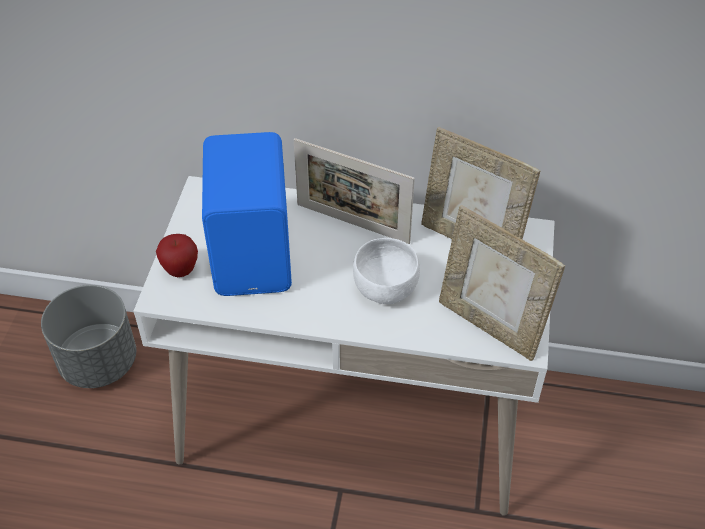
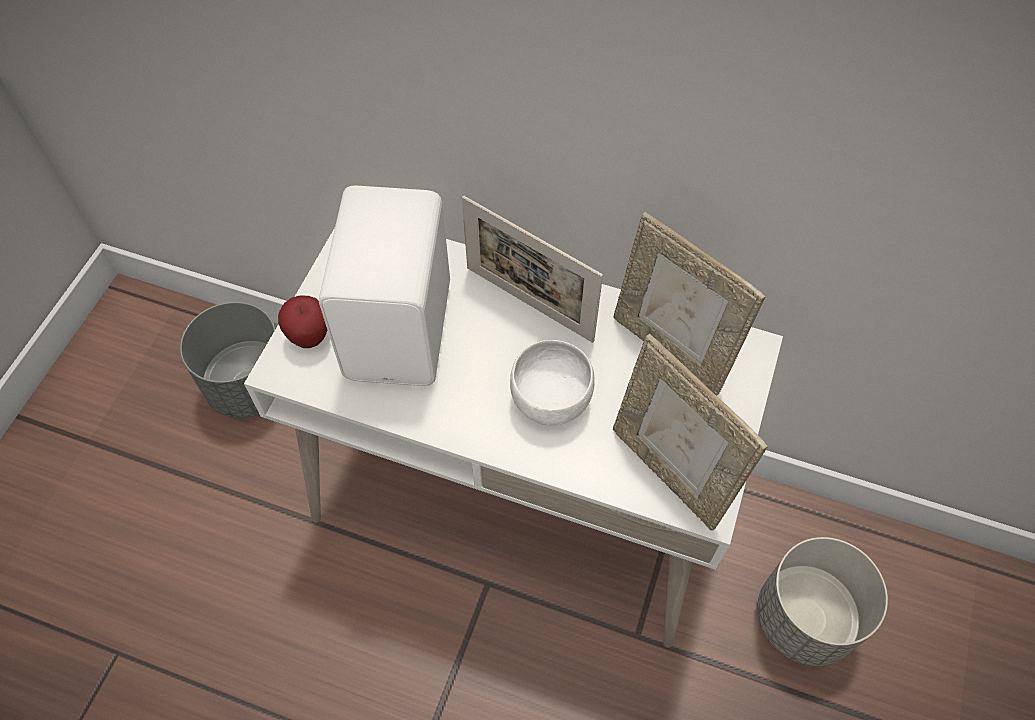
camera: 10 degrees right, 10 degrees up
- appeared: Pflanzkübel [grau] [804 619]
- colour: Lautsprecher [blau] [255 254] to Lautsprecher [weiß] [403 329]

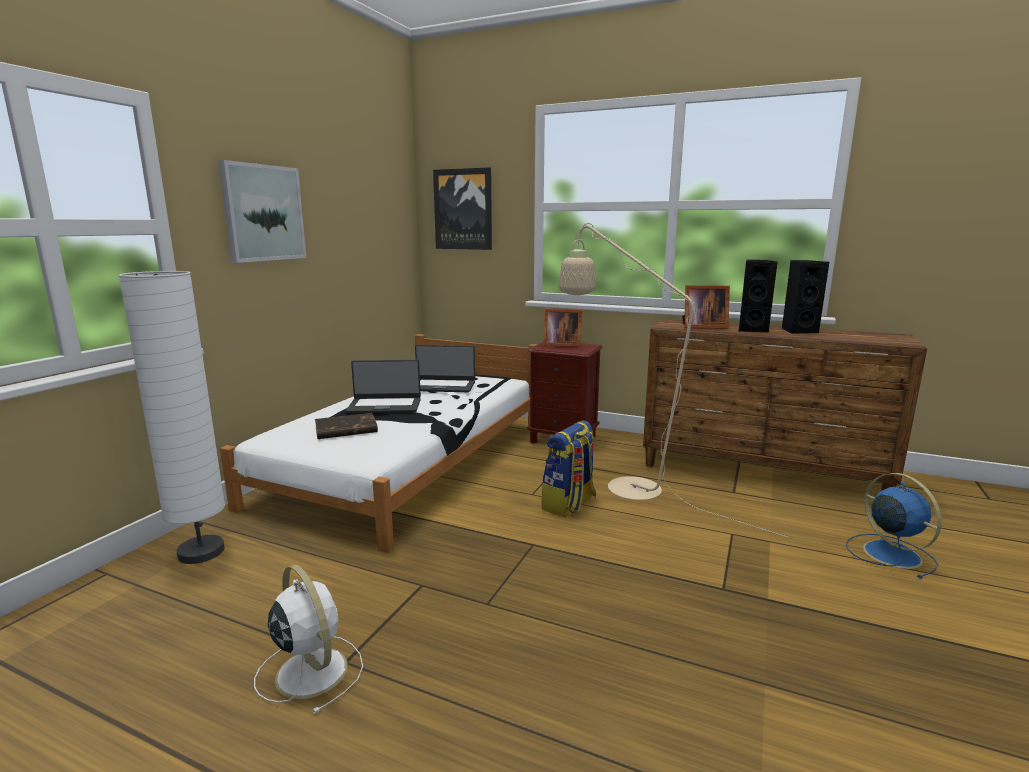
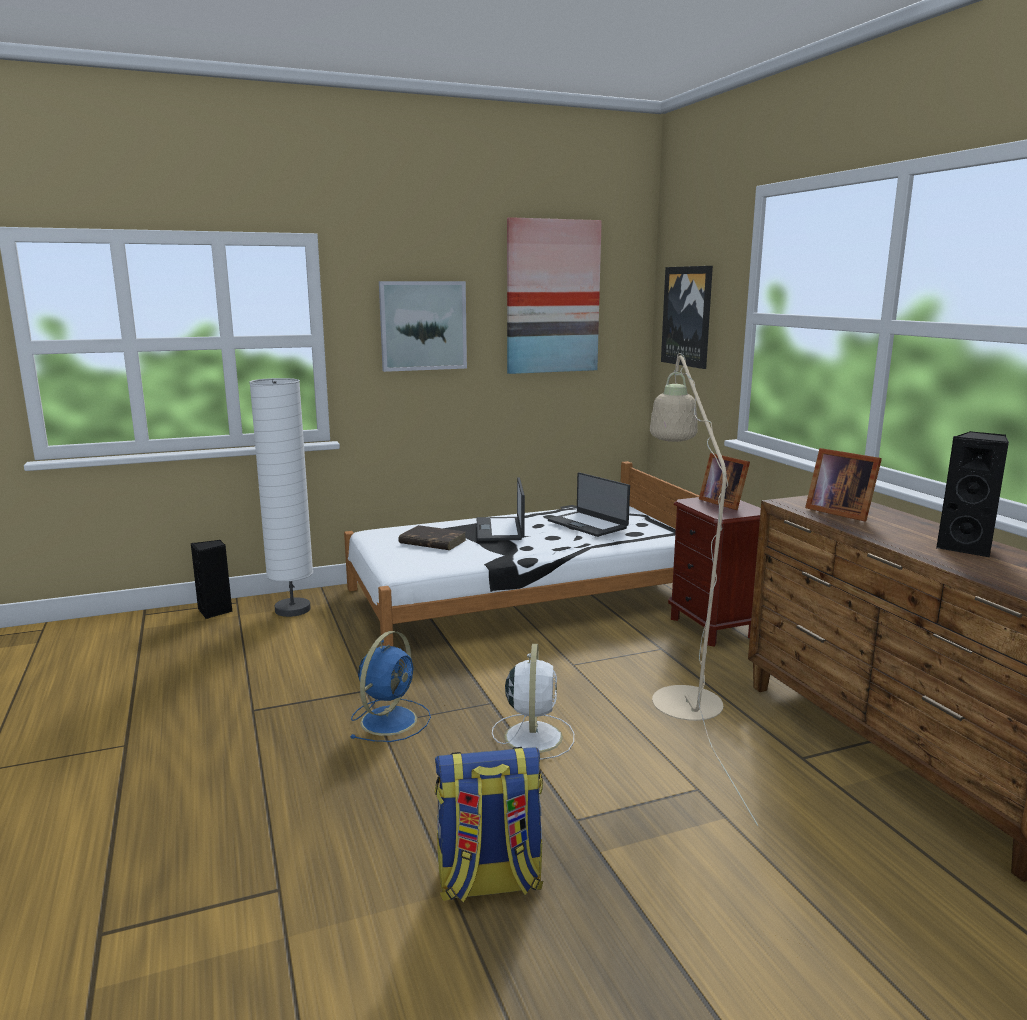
camera: 45 degrees right, 0 degrees up
- appeared: Bild [552 297]
- relocated: Ventilator [weiß] [310 670] to [533 735]
- relocated: Rucksack [569 504] to [488 882]
- relocated: Lautsprecher [schwarz] [751 329] to [215 611]
- relocated: Ventilator [blau] [889 553] to [390 719]
- spun: Laptop [384 406] = [500 529] 45 degrees clockwise

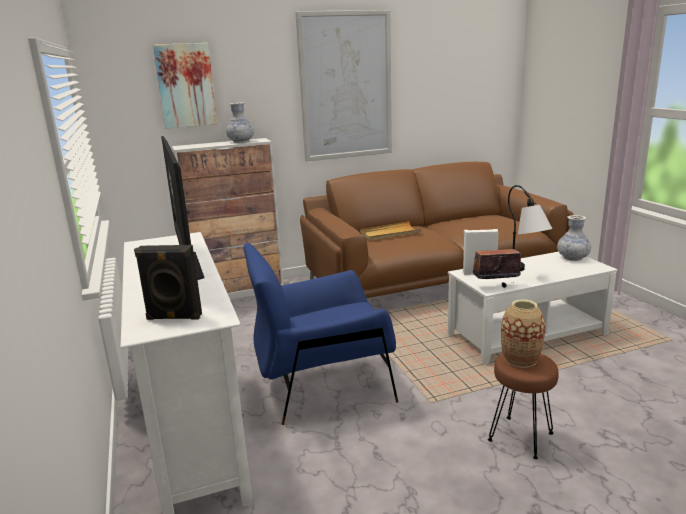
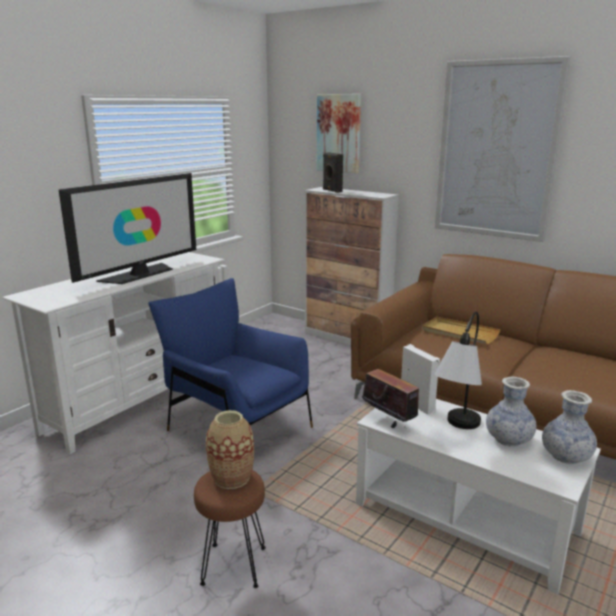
camera: 55 degrees right, 0 degrees up
- relocated: Lautsprecher [schwarz] [174 317] to [331 191]
- relocated: Vase [241 141] to [508 439]

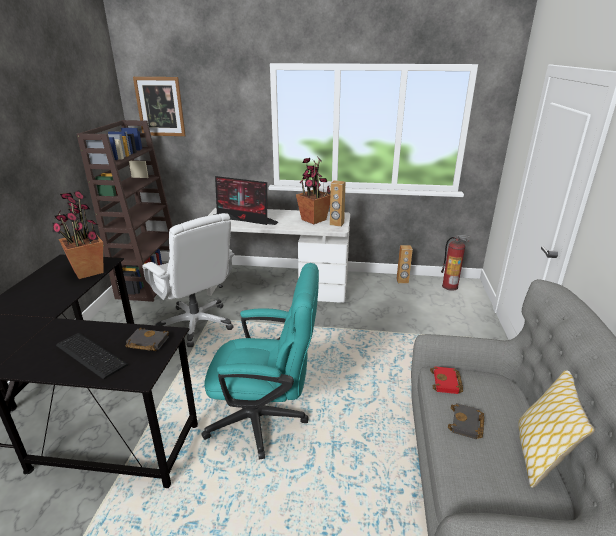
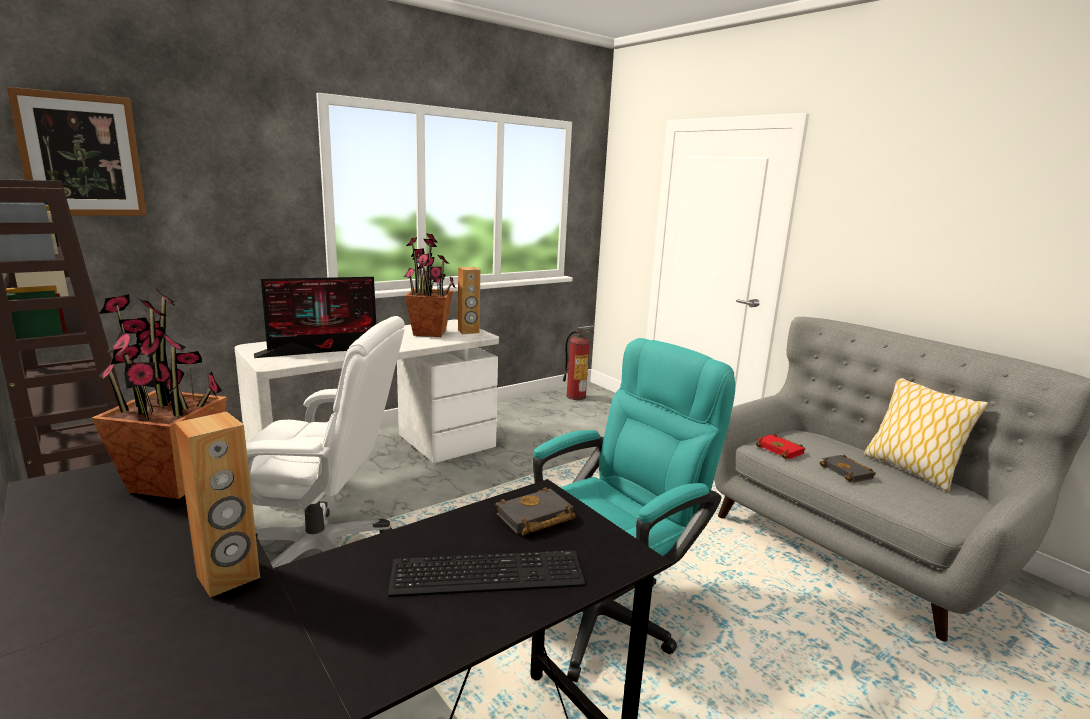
camera: 45 degrees left, 10 degrees down
- relocated: Lautsprecher [braun] [402 281] to [228 577]

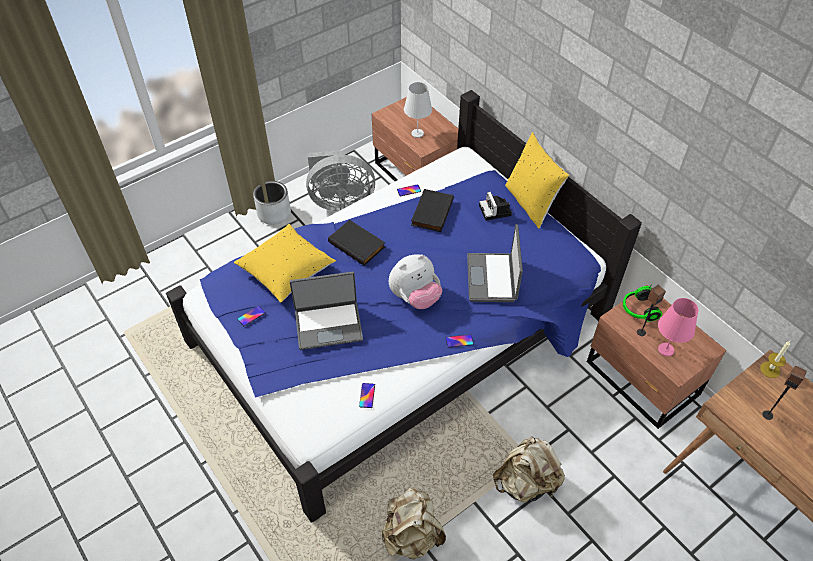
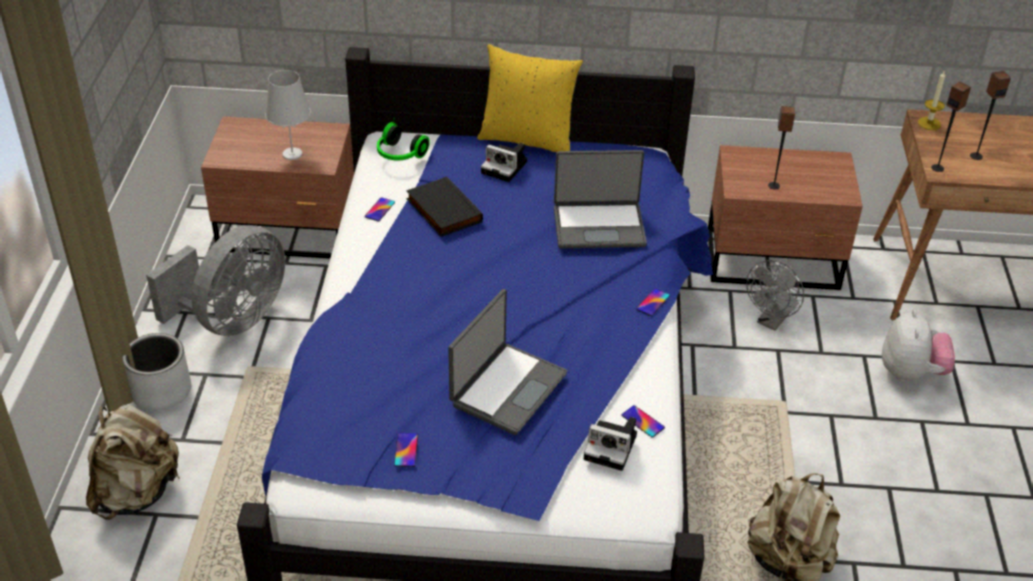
camera: 50 degrees left, 10 degrees down
- missing: Kissen [gelb] [286 272]
- missing: Buch [schwarz] [358 244]
- missing: Tischlampe [rosa] [666 349]
- appeared: Kamera [612 447]
- appeared: Ventilator [grau] [771 321]
- appeared: Lautsprecher [937 168]
- relocated: Plüschtier [415 297] to [910 373]
- relocated: Rucksack [beige] [526 483] to [136 492]
- relocated: Kopfhörer [638 309] to [399 155]
- spun: Laptop [493 278] = [599 226] 45 degrees counterclockwise

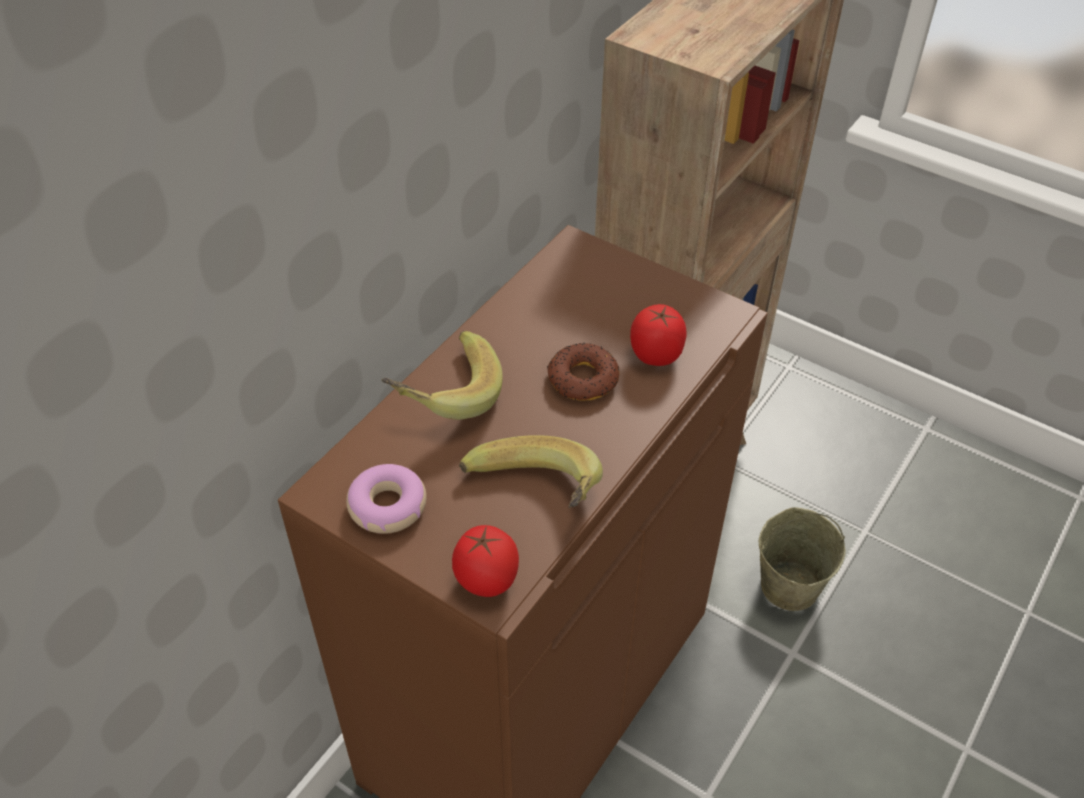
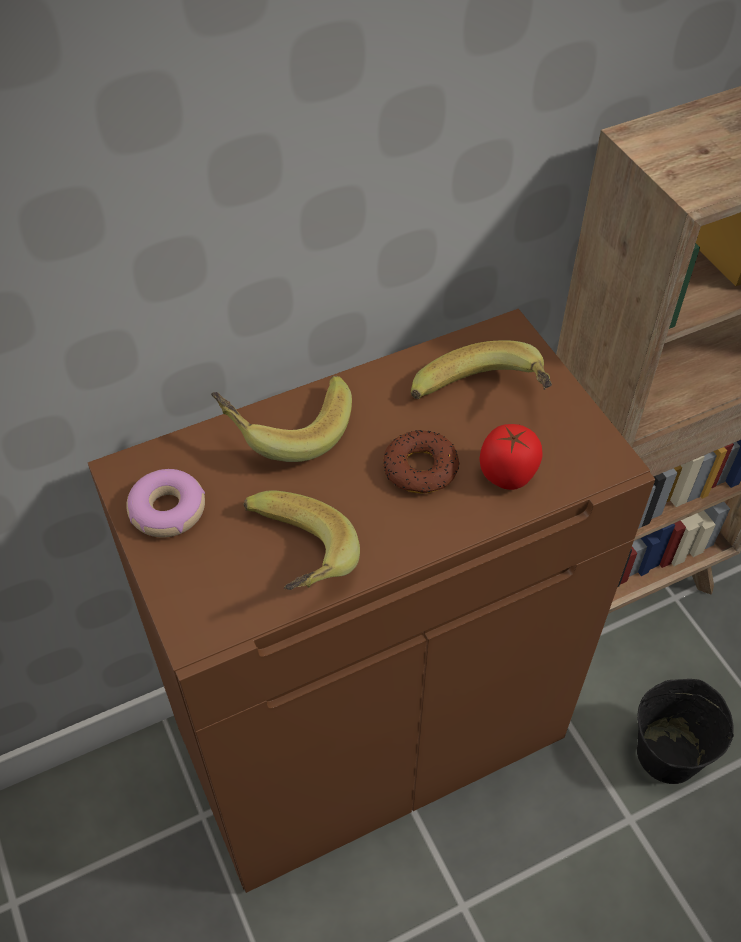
camera: 30 degrees right, 5 degrees up
- missing: Tomate [486 581]
- appeared: Banane [483 402]
- colour: Eimer [beige] [789 585] to Eimer [schwarz] [668 752]

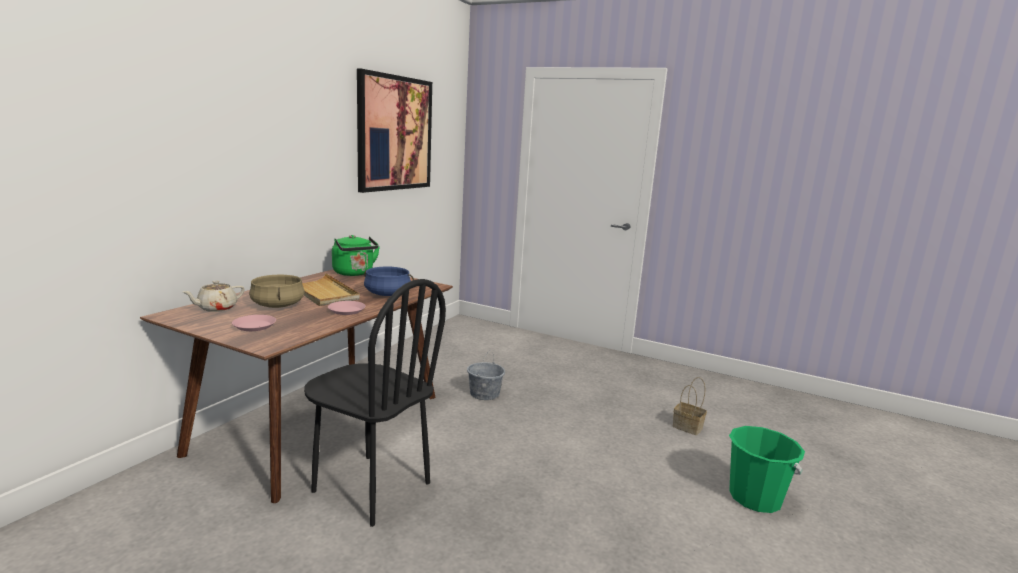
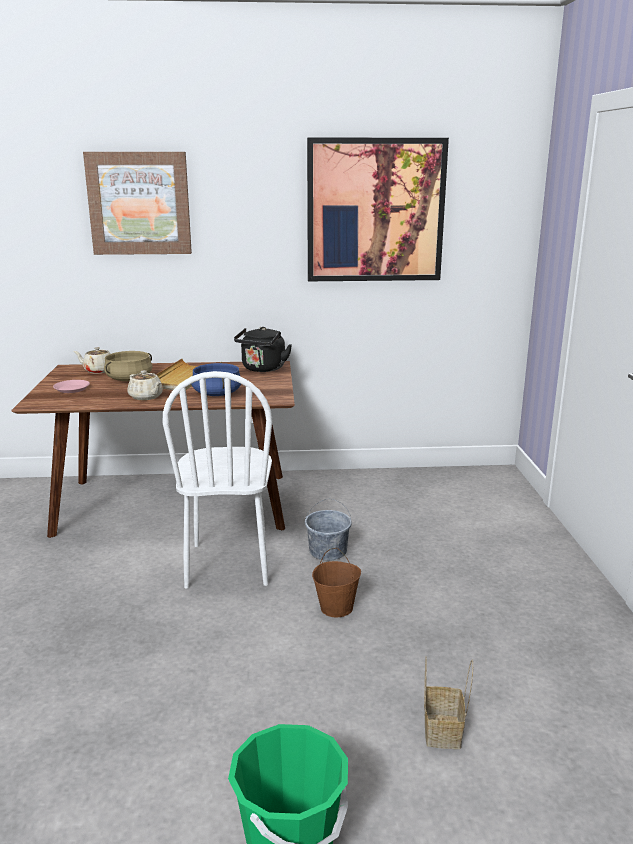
camera: 60 degrees right, 5 degrees up
- missing: Stuhl [schwarz] [371 488]
- appeared: Bild [139 203]
- appeared: Stuhl [weiß] [228 564]
- appeared: Eimer [braun] [336 608]
- exchanged: Teller [rosa] [346 310] to Teekanne [beige] [146 397]
- colour: Wasserkessel [grün] [354 273] to Wasserkessel [schwarz] [262 369]

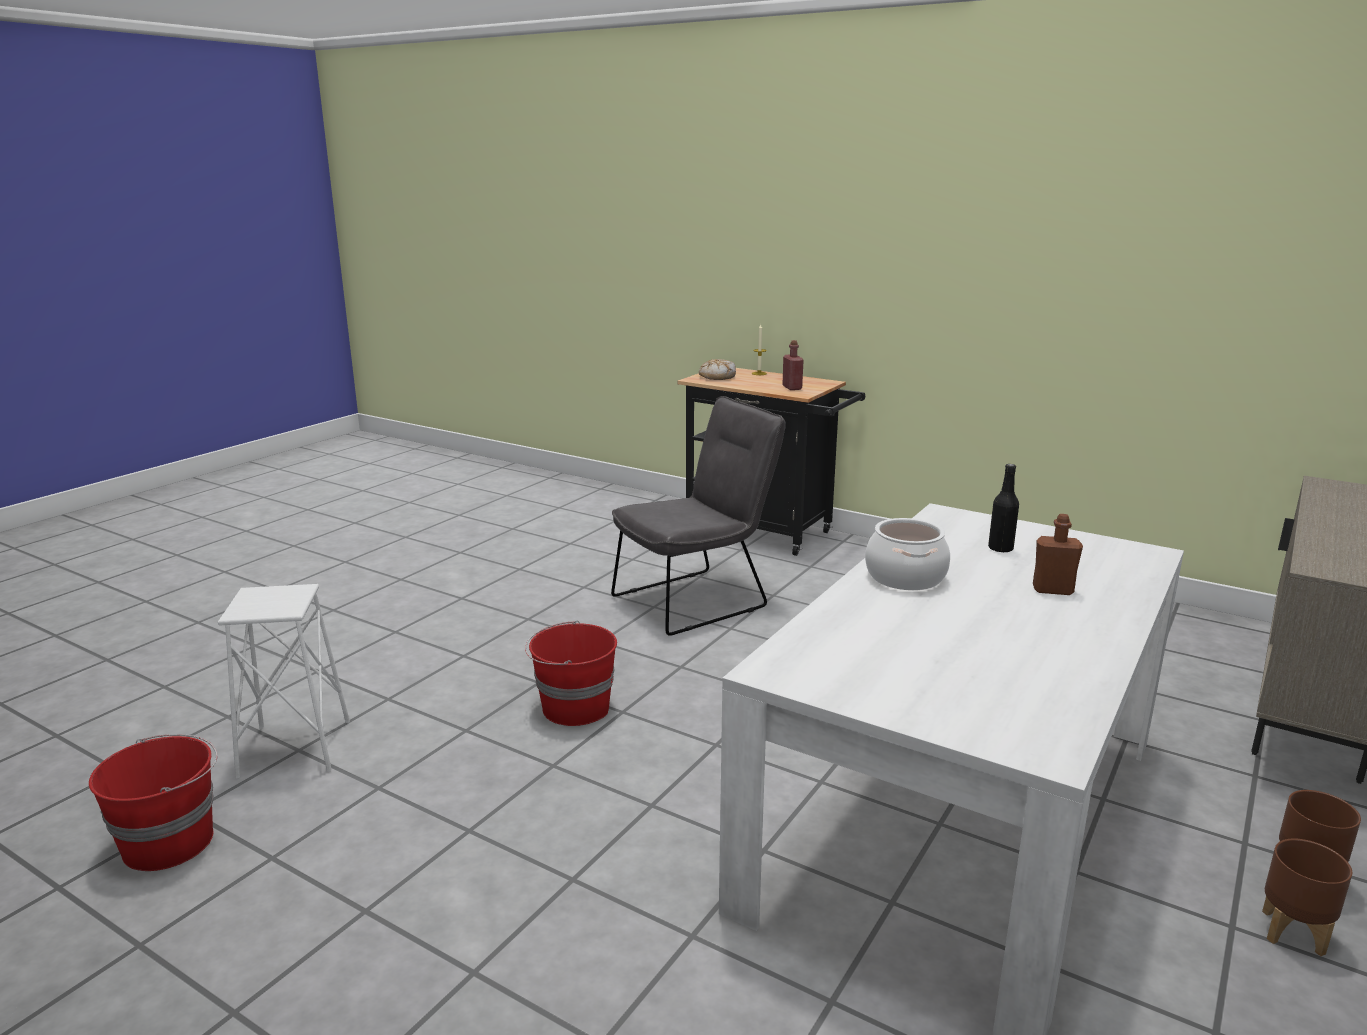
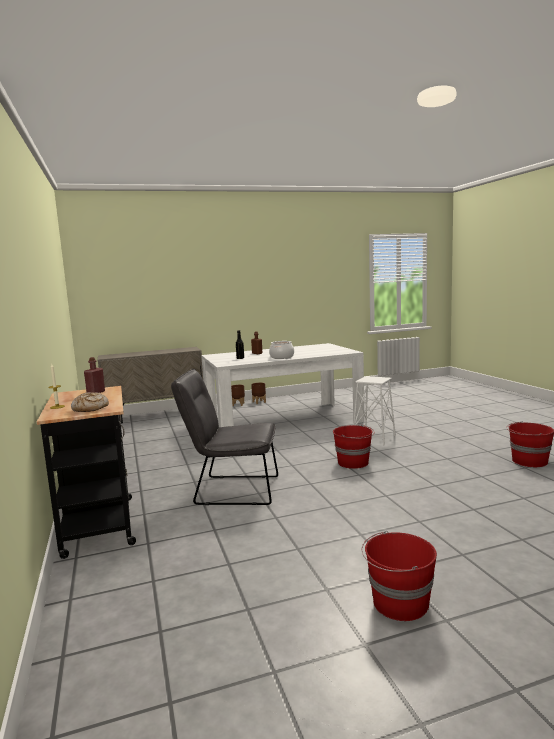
camera: 140 degrees left, 10 degrees down
- appeared: Eimer [rot] [399 603]
- relocated: Hocker [weiß] [295 748] to [374 438]

